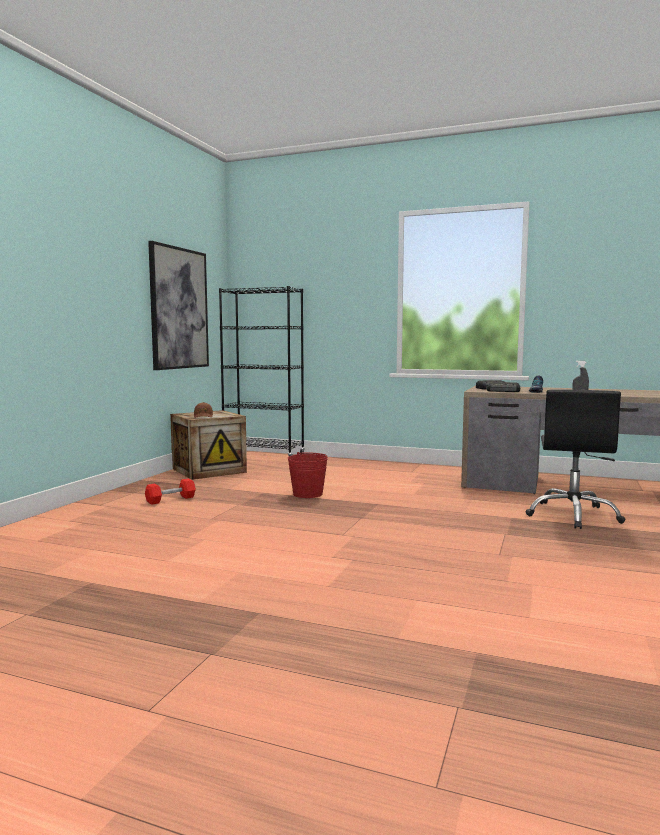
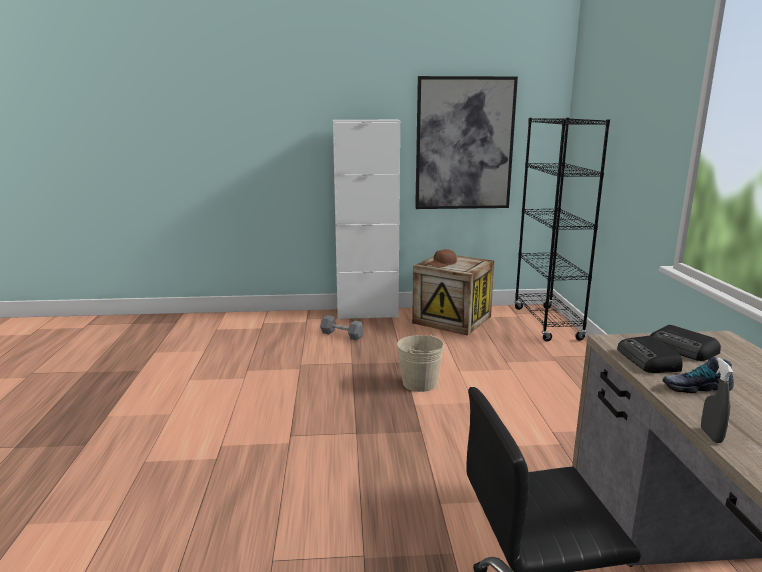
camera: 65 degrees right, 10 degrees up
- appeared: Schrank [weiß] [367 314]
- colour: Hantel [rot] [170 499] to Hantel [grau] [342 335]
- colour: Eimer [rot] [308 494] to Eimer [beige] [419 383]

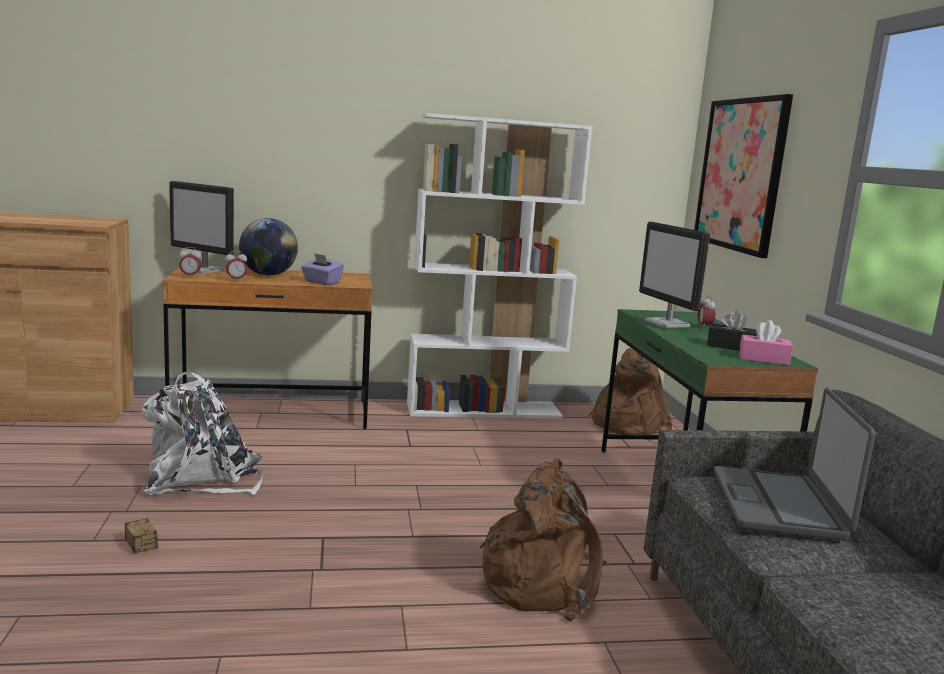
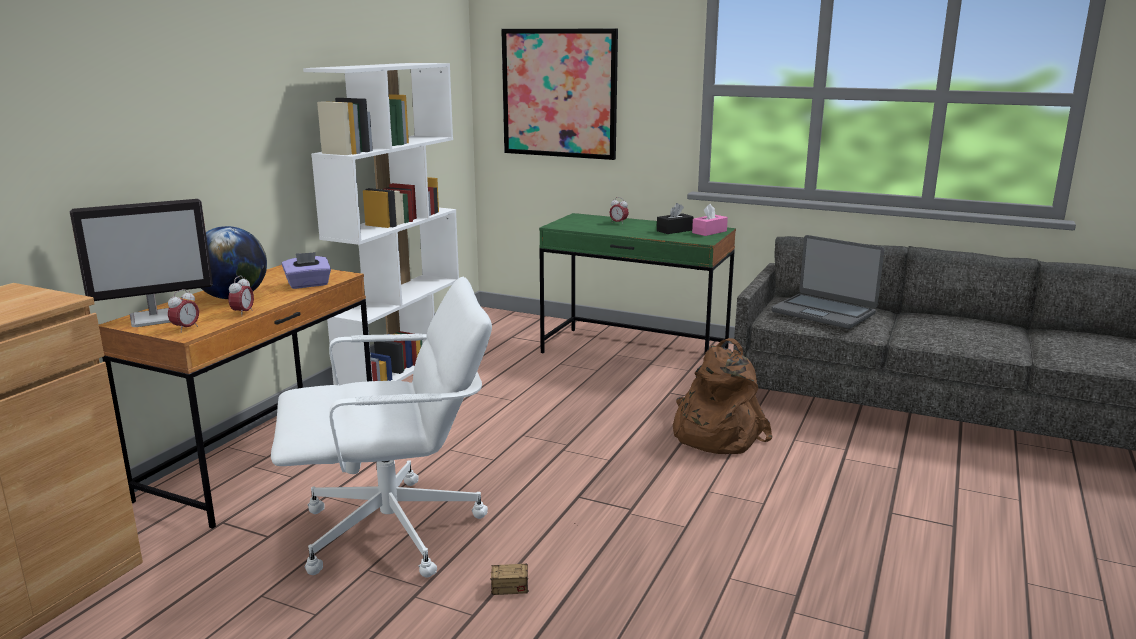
camera: 55 degrees left, 5 degrees up
- missing: Rucksack [braun] [626 424]
- missing: Monitor [668 324]
- exchanged: Rucksack [weiß] [202 480] to Bürostuhl [weiß] [394 531]

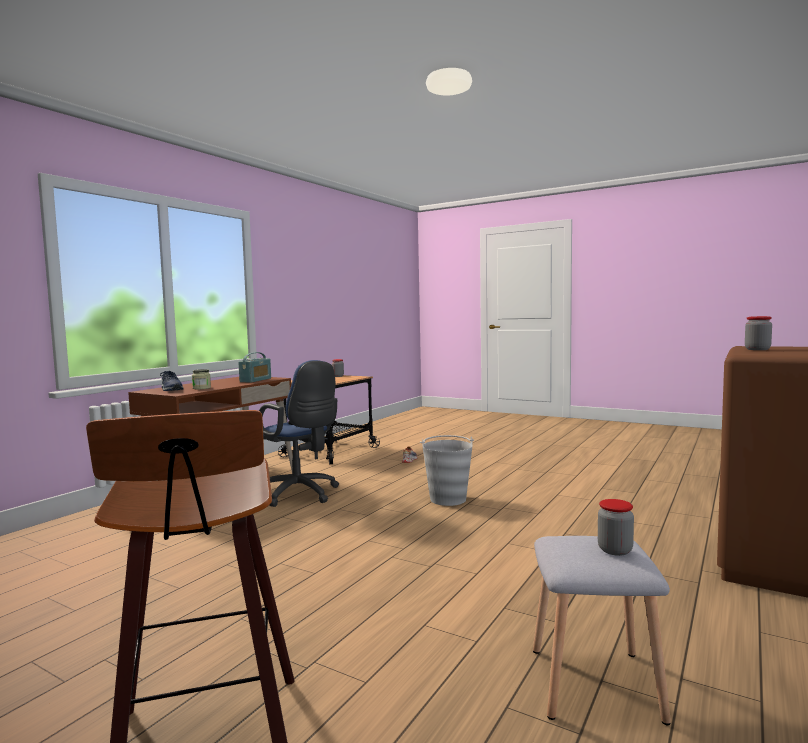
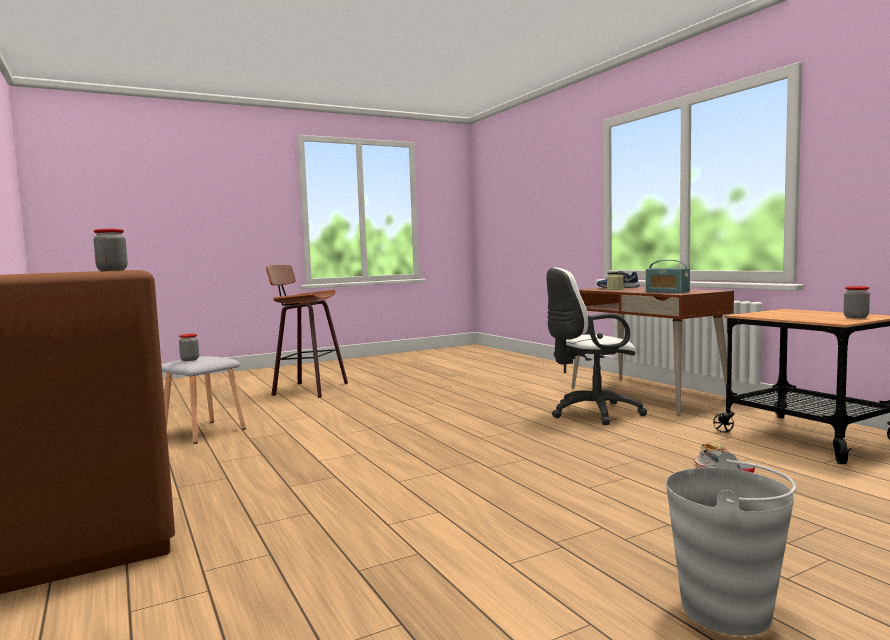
camera: 120 degrees right, 0 degrees up
- relocated: Eimer [grau] [448 499] to [727 611]
- colour: Bürostuhl [blau] [300 494] to Bürostuhl [weiß] [591 413]

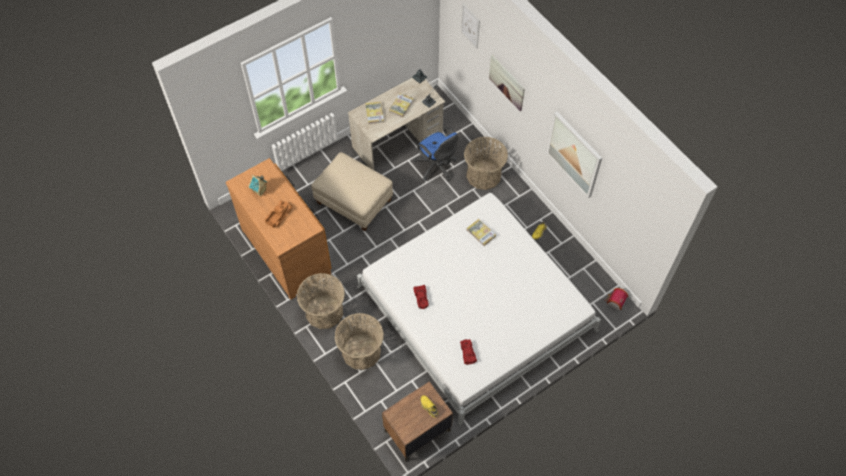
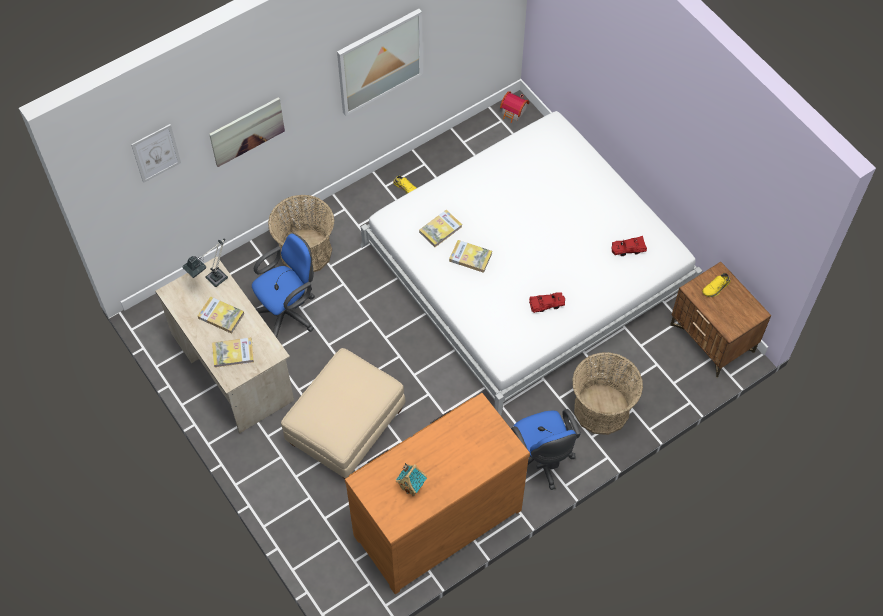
camera: 90 degrees left, 0 degrees up
- missing: Spielzeuglaster [278 215]
- appeared: Buch [470 257]
- exchanged: Korb [324 311] to Bürostuhl [blau] [540 461]

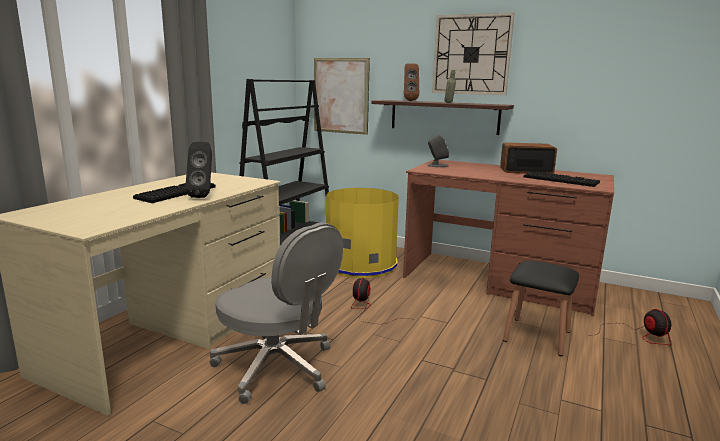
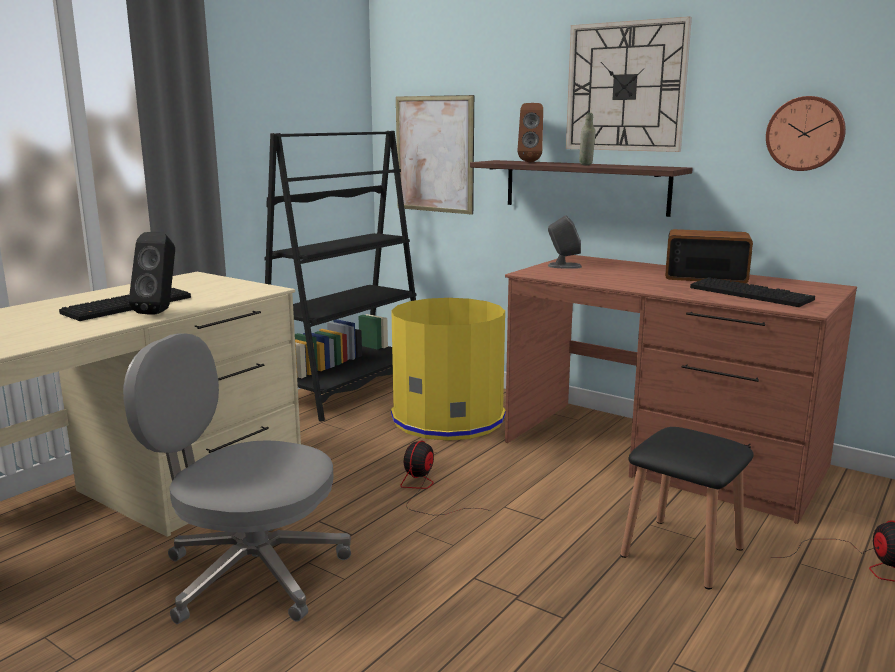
camera: 10 degrees right, 0 degrees up
- appeared: Wanduhr [805 133]
- spun: Bürostuhl [grau] [277 368] = [250 573] 150 degrees clockwise

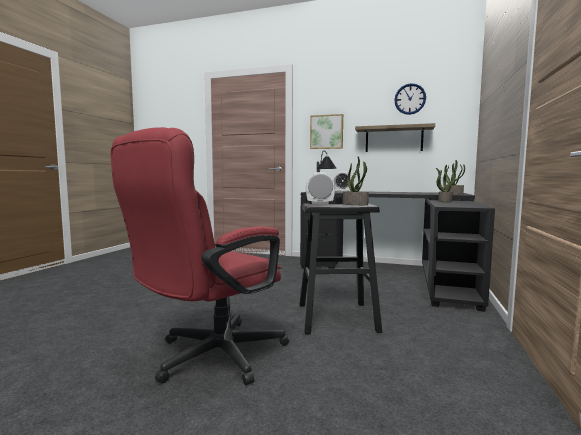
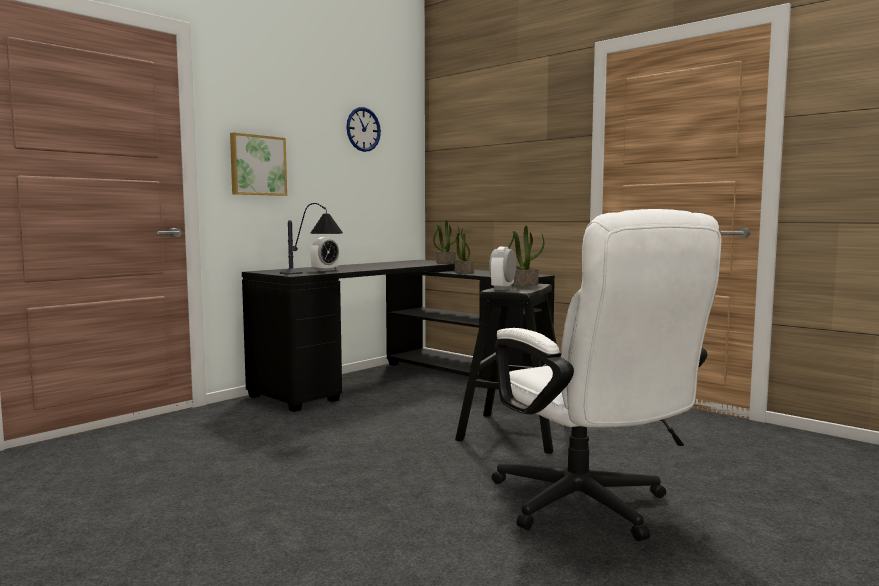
camera: 65 degrees left, 0 degrees up
- missing: Wandregal [393 139]
- colour: Bürostuhl [rot] [209 358] to Bürostuhl [weiß] [589 508]

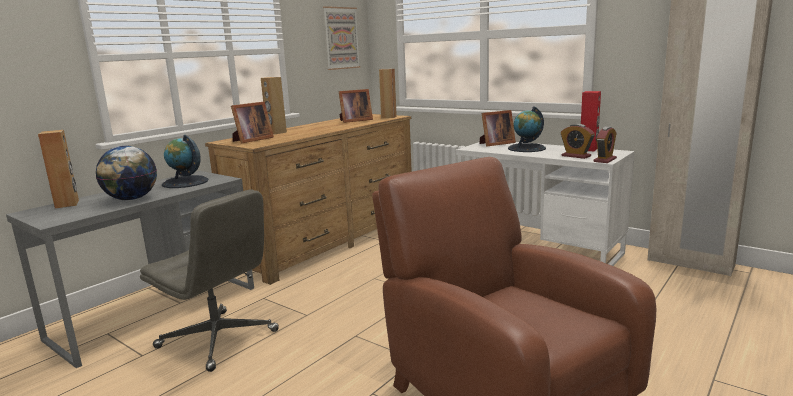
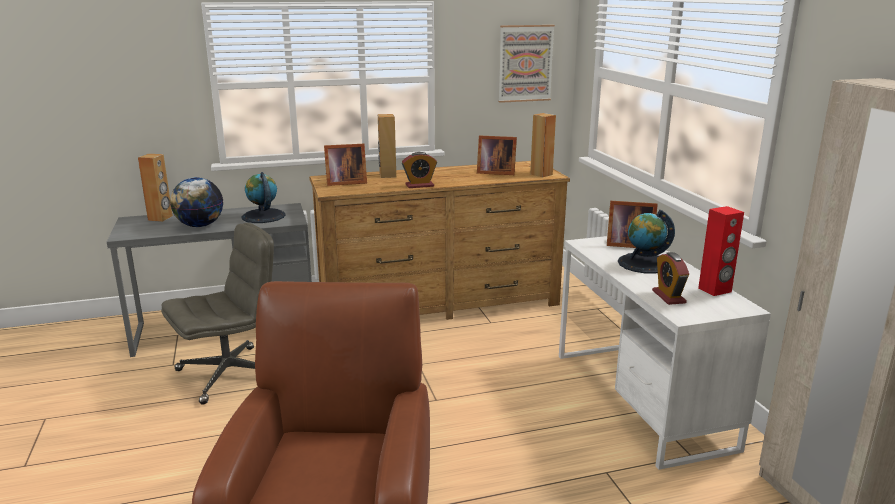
camera: 35 degrees right, 5 degrees up
- relocated: Wecker [605 160] to [419 185]
- spun: Bürostuhl [grau] [219 339] = [230 374] 105 degrees counterclockwise

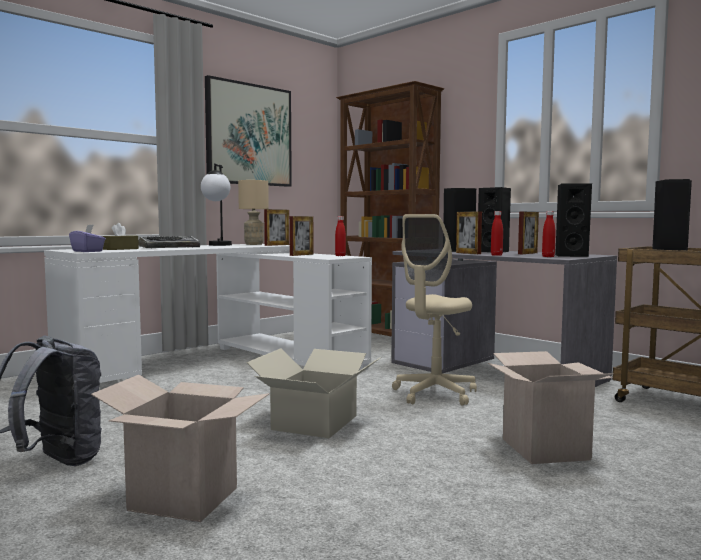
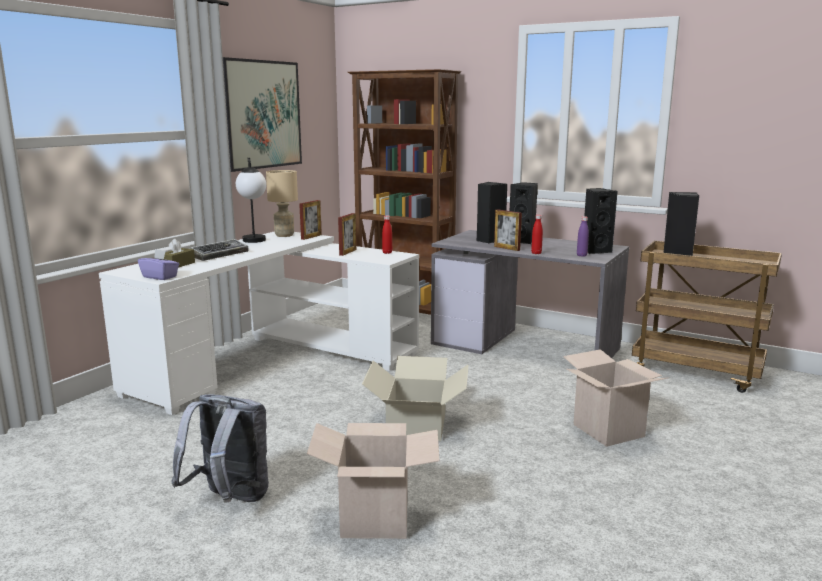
camera: 15 degrees left, 10 degrees up
- missing: Bürostuhl [beige] [434 394]
- missing: Bilderrahmen [527 253]
- colour: Flasche [rot] [548 256] to Flasche [lila] [581 255]

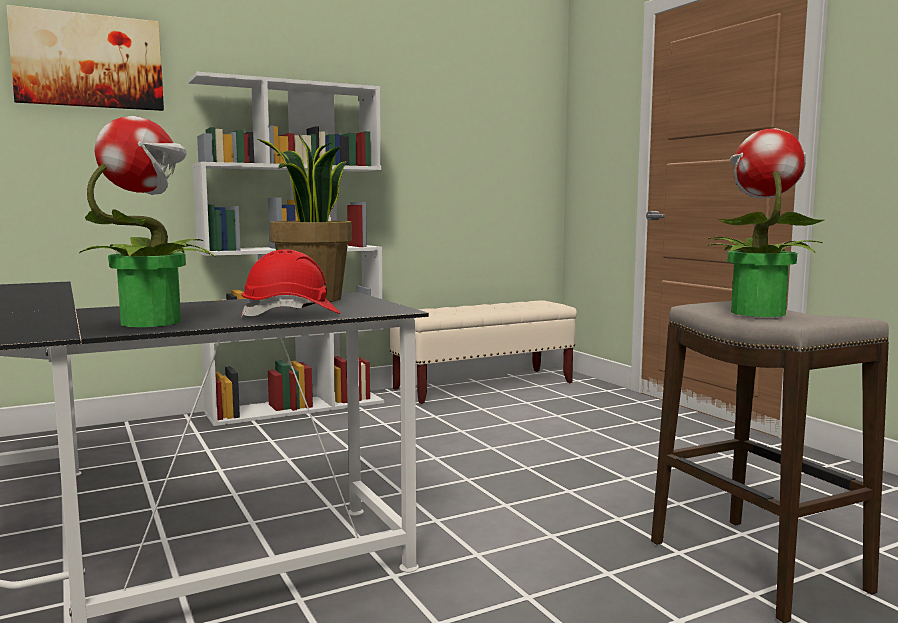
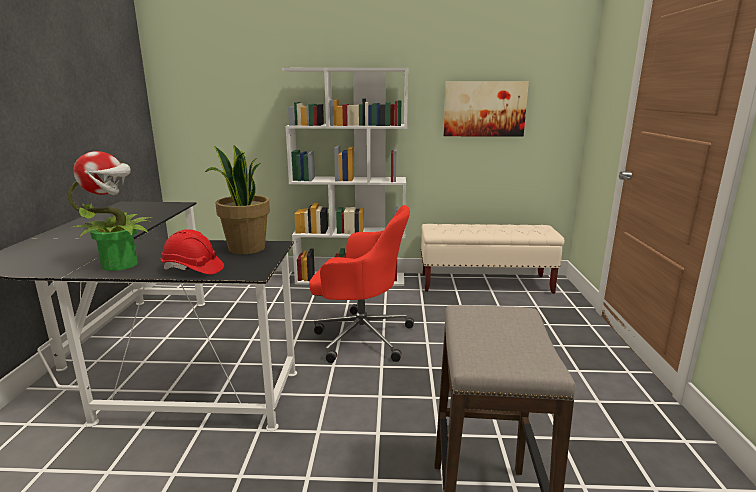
camera: 30 degrees right, 10 degrees up
- missing: Topfpflanze [756 312]
- appeared: Bürostuhl [rot] [360 336]
- relocated: Bild [88 61] to [484 109]

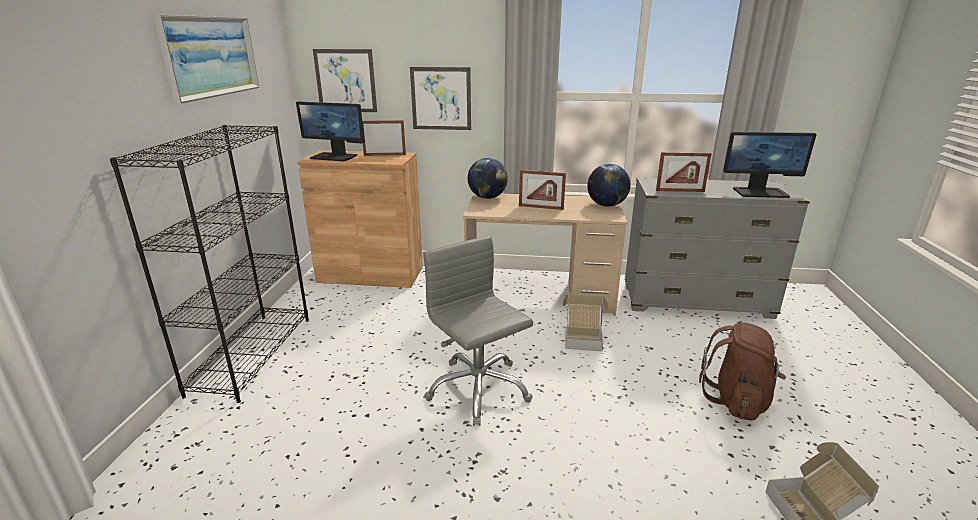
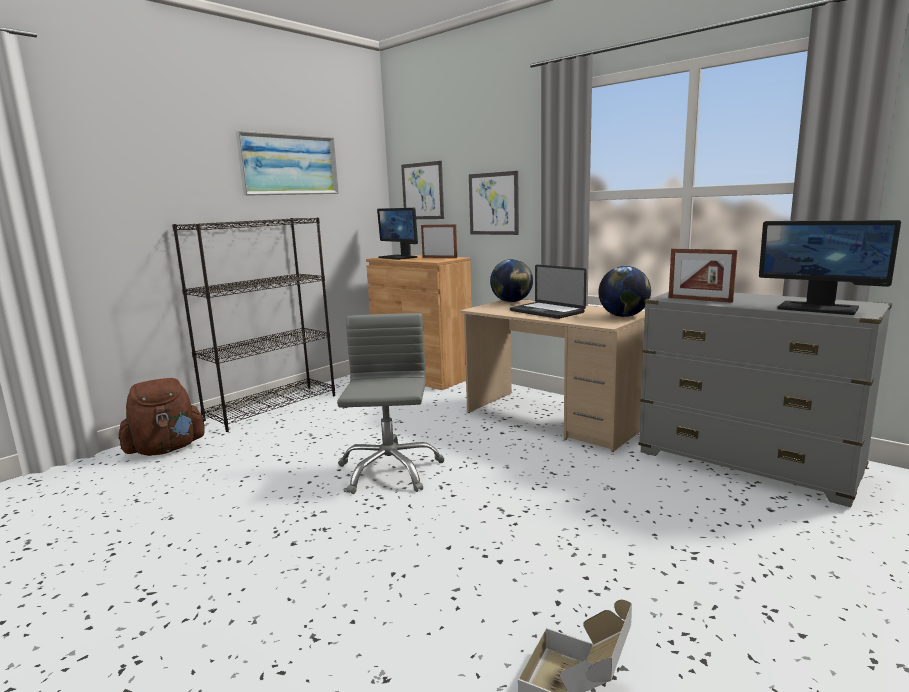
camera: 35 degrees right, 10 degrees down
- missing: Karton [583 338]
- relocated: Rucksack [braun] [737 400] to [166 449]
- exchanged: Bilderrahmen [541 207] to Laptop [546 311]

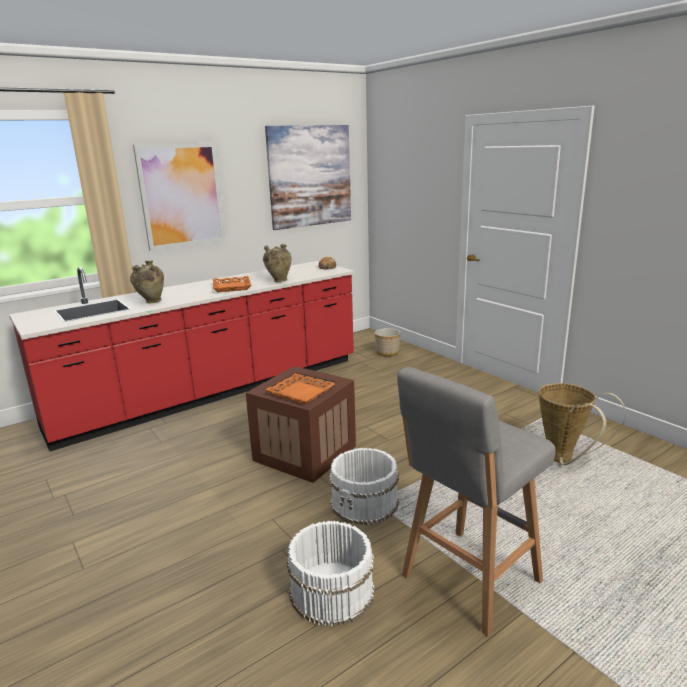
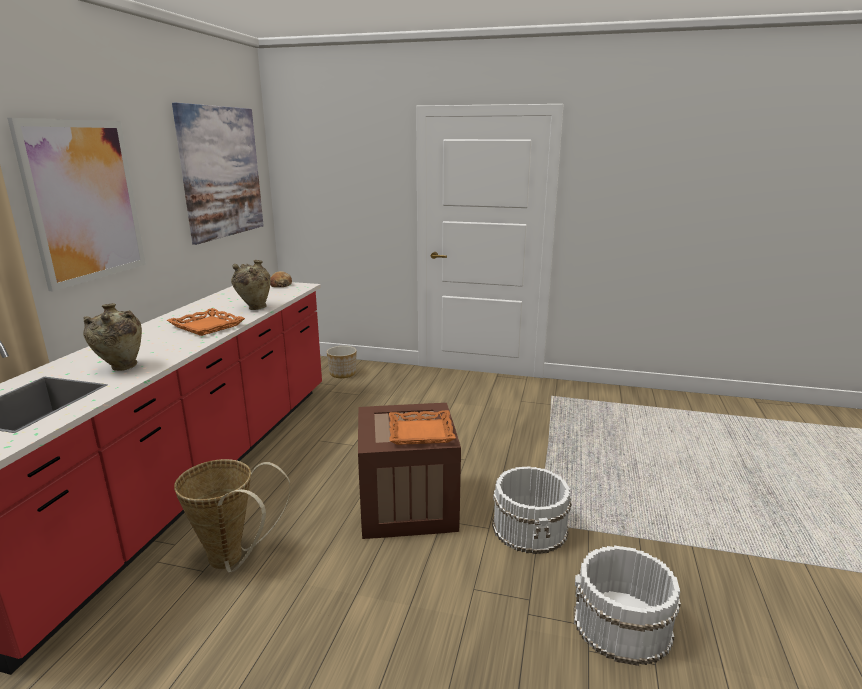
camera: 40 degrees left, 0 degrees up
- missing: Hocker [grau] [468 581]
- relocated: Korb [564 460] to [233 560]

